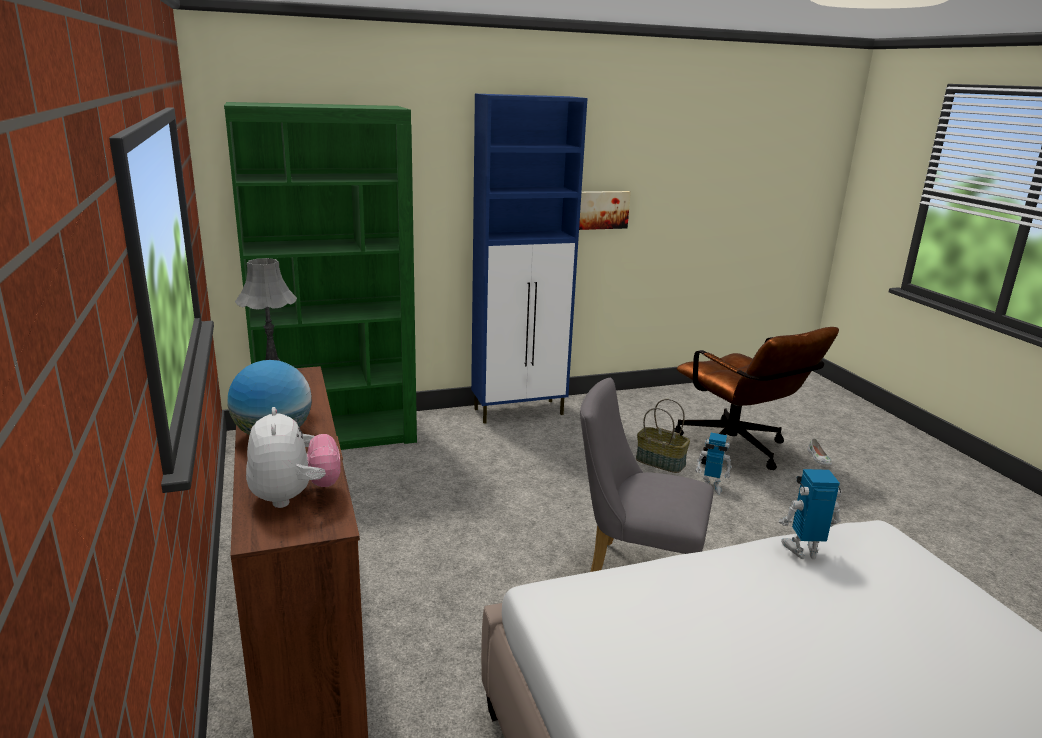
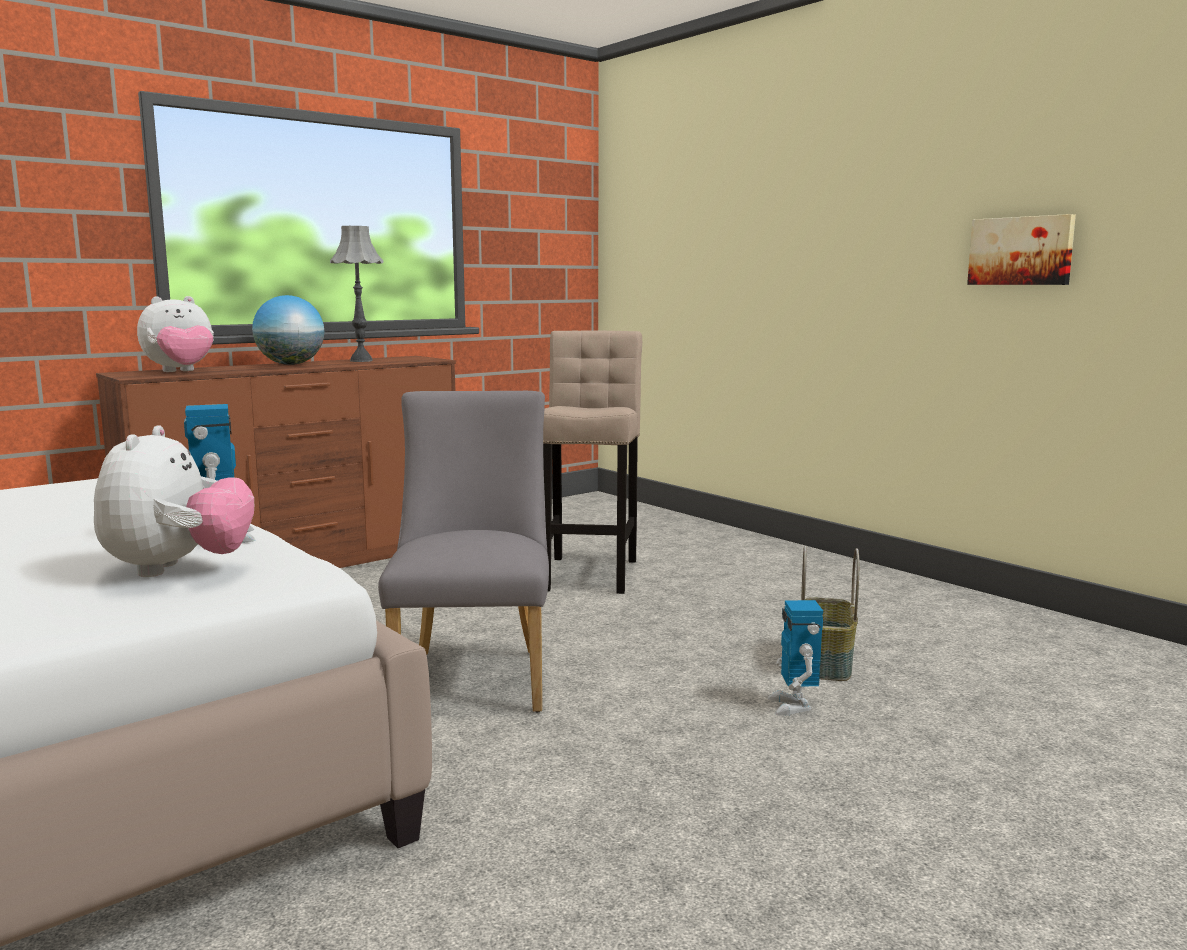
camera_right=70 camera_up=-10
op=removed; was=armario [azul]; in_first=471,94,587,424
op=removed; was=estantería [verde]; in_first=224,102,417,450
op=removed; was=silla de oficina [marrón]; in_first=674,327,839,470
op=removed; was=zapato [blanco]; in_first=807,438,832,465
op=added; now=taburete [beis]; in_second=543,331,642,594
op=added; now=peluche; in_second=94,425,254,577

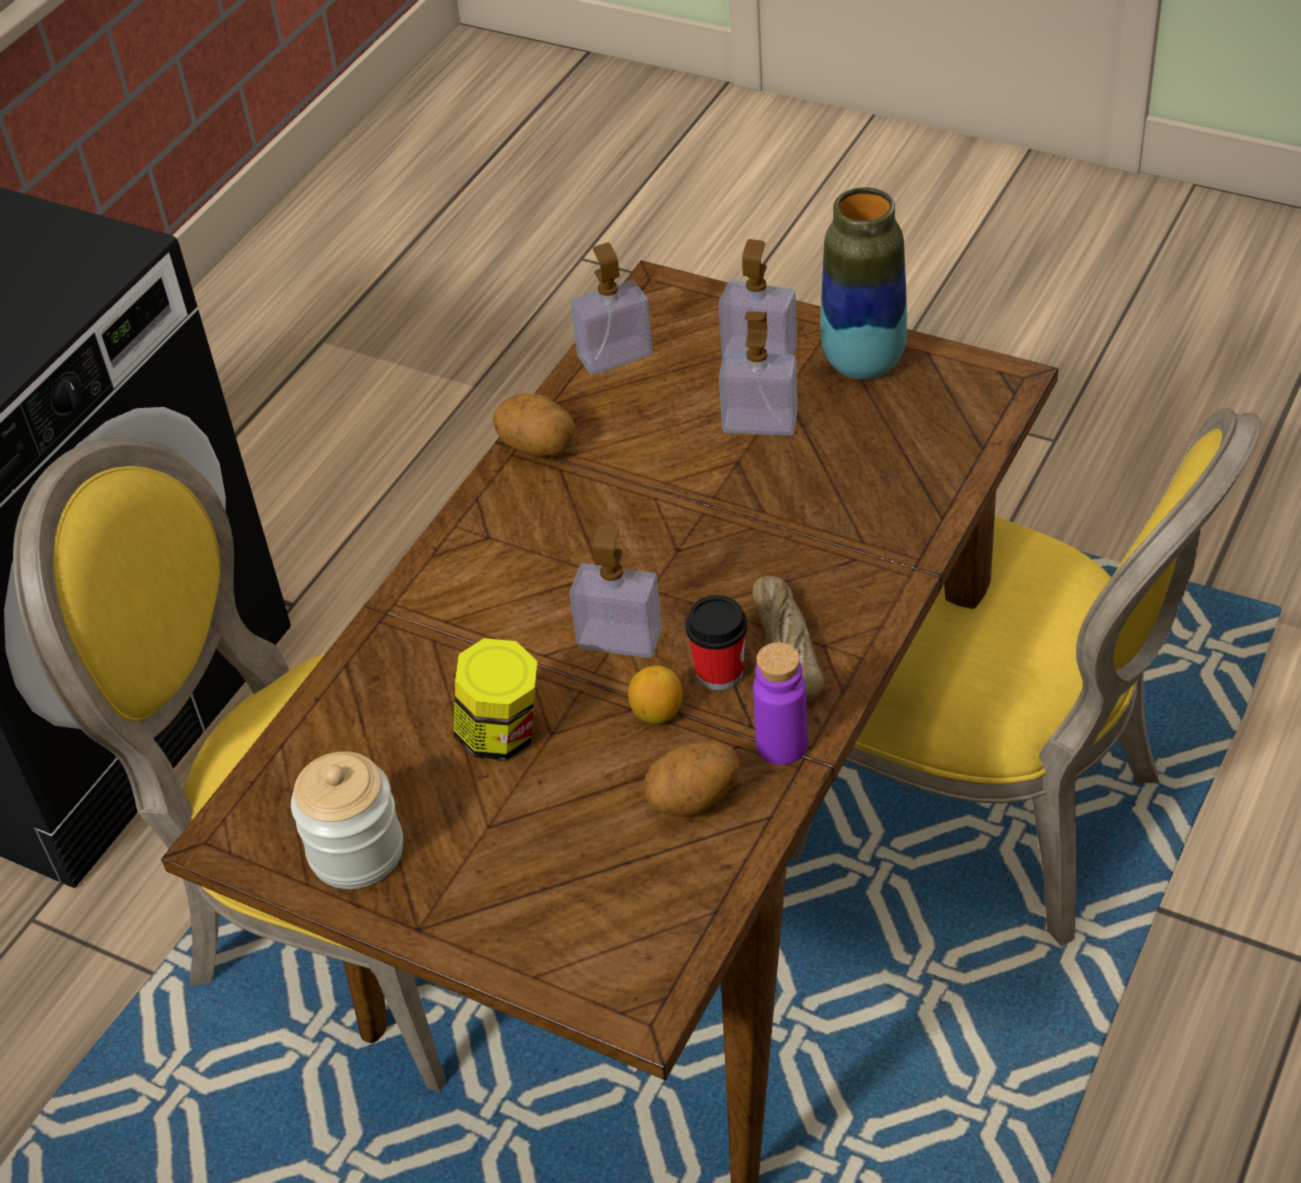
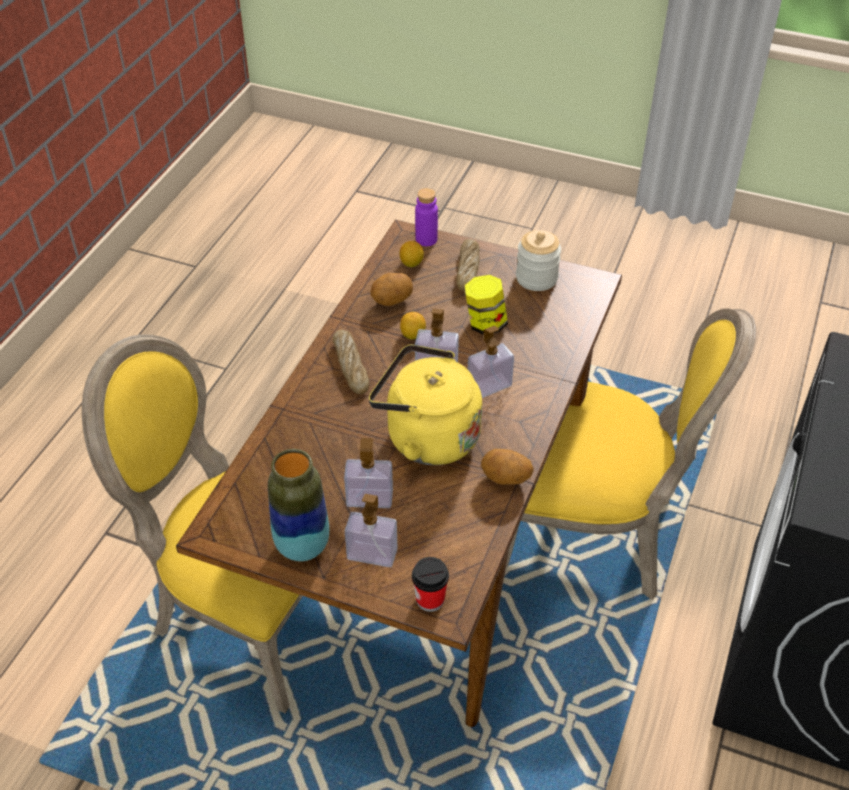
camera_right=170 camera_up=0
op=moved; was=dispensador de jabón; in_first=571,243,653,375; in_second=468,326,514,398
op=moved; was=taza; in_first=685,595,747,690; in_second=412,557,449,612
op=moved; was=botella [morado]; in_first=753,642,807,765; in_second=415,188,438,246
op=added; now=pan; in_second=456,239,480,292
op=added; now=limón; in_second=400,241,424,267
op=added; now=hervidor [amarillo]; in_second=369,344,482,465

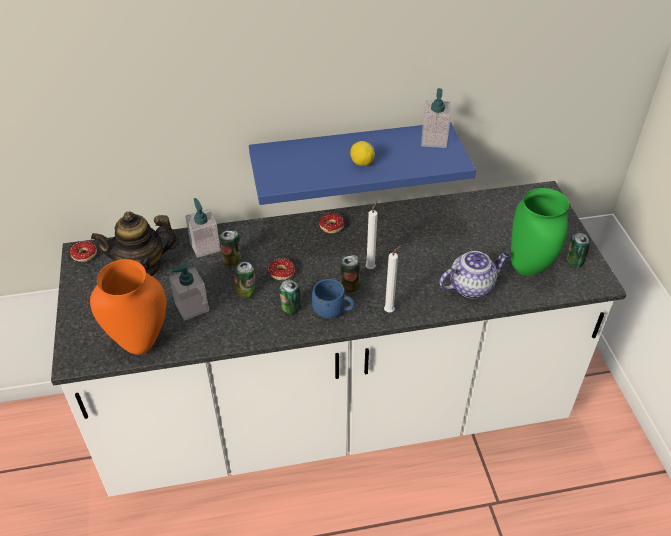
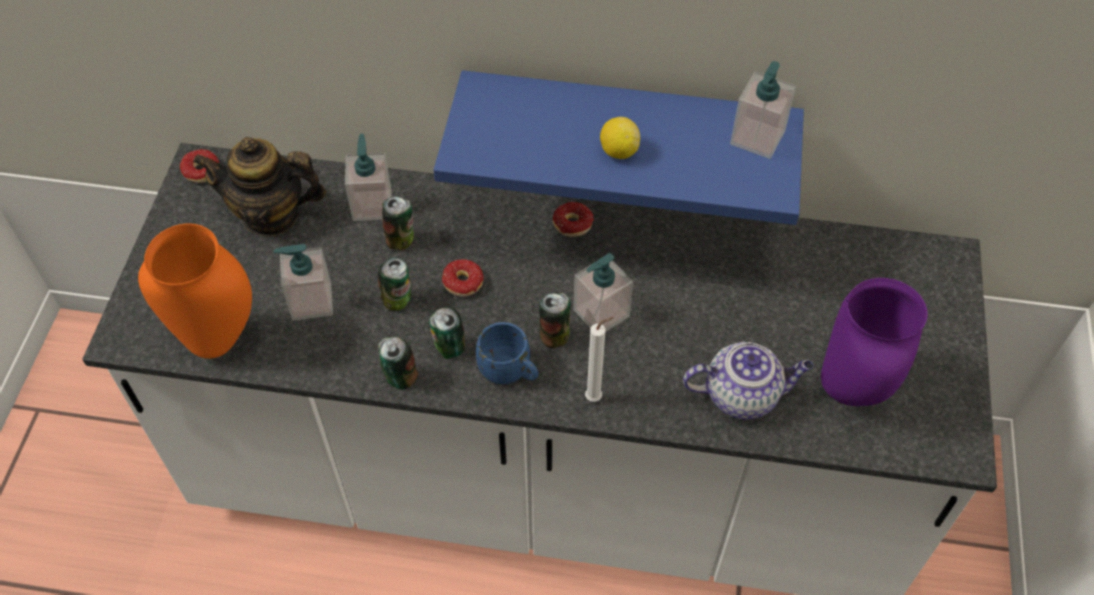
camera_right=20 camera_up=10
op=recoloured; was=florero [verde]; now=florero [morado]; in_first=511,188,569,276; in_second=821,278,928,406
op=replaced; was=vela [blanco]; now=dispensador de jabón; in_first=365,201,378,269; in_second=573,253,633,332
op=moved; was=lata; in_first=567,233,590,267; in_second=378,337,418,389

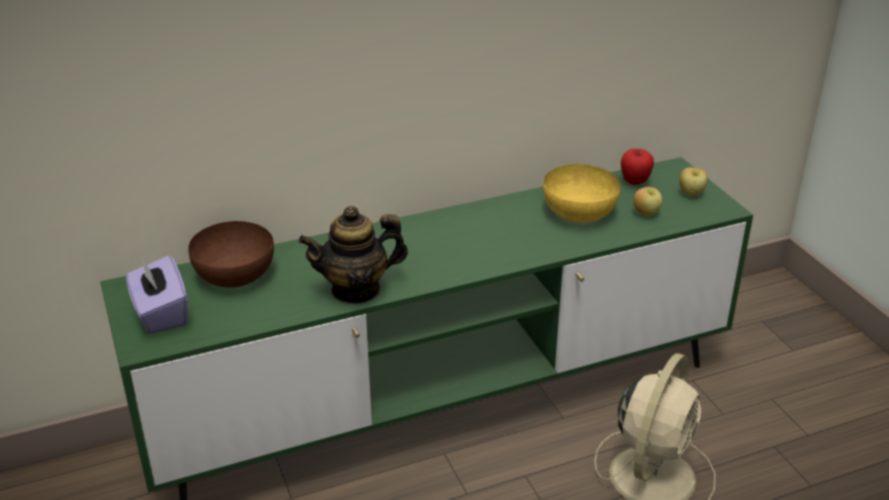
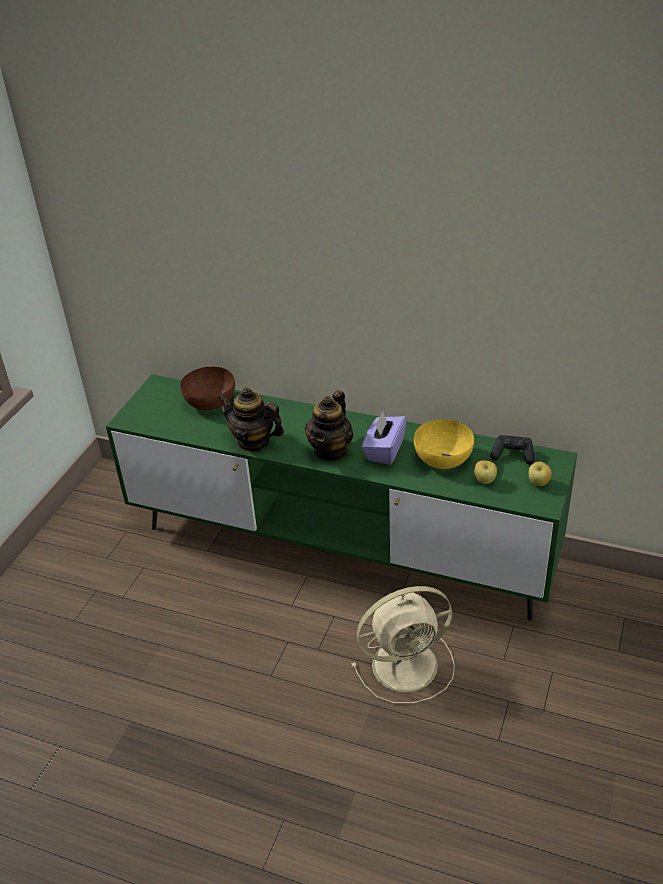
camera_right=45 camera_up=5
op=replaced; was=manzana; now=mando de consola [negro]; in_first=621,149,654,185; in_second=490,435,535,464
op=moved; was=caja de pañuelos [morado]; in_first=126,255,188,334; in_second=362,412,407,465
op=added; now=tetera; in_second=305,390,354,461

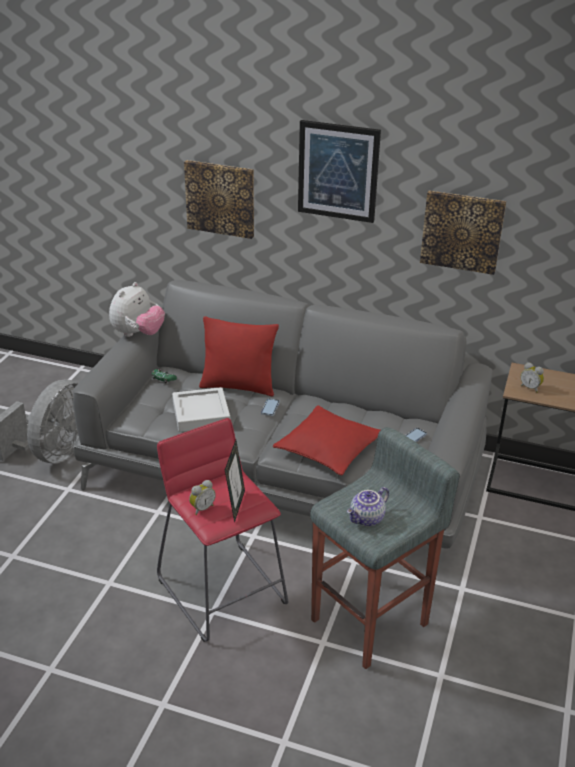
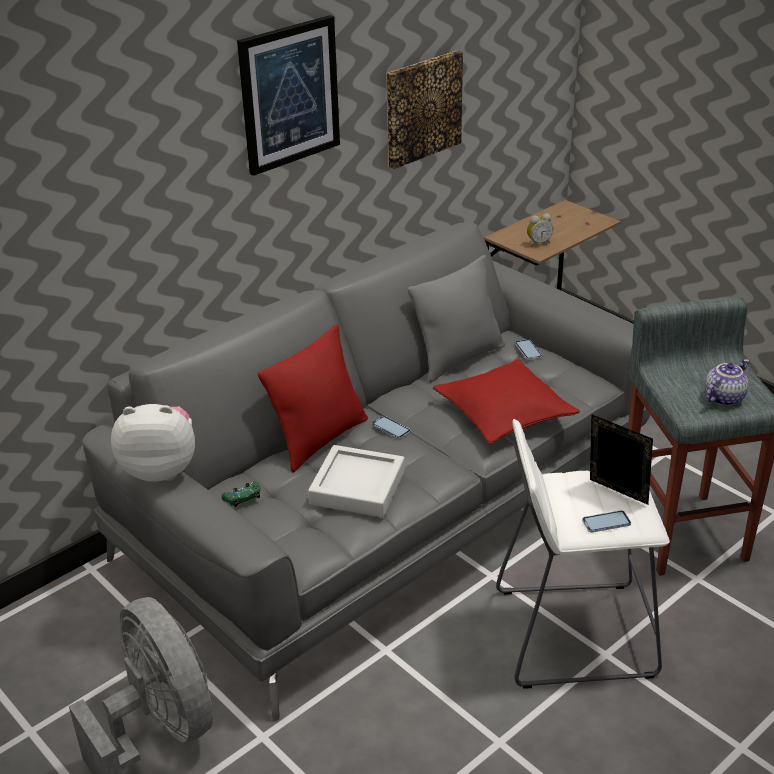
camera_right=-60 camera_up=0
op=removed; was=cuadro; in_first=184,160,254,239
op=turned; was=peluche; in_first=109,282,165,337; in_second=111,404,195,482; clockwise=-60
op=recoloured; was=taburete [rojo]; now=taburete [blanco]; in_first=157,418,288,642; in_second=496,419,670,689
op=replaced; was=despertador; now=móvil; in_first=189,480,216,515; in_second=582,510,631,533
op=turned; was=tetera; in_first=347,487,389,526; in_second=705,359,749,406; clockwise=-120
op=added; now=cojín [gris]; in_second=408,255,505,382

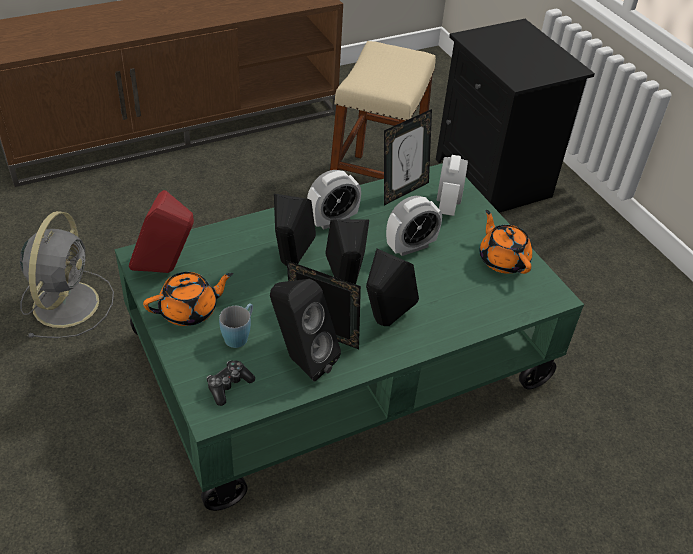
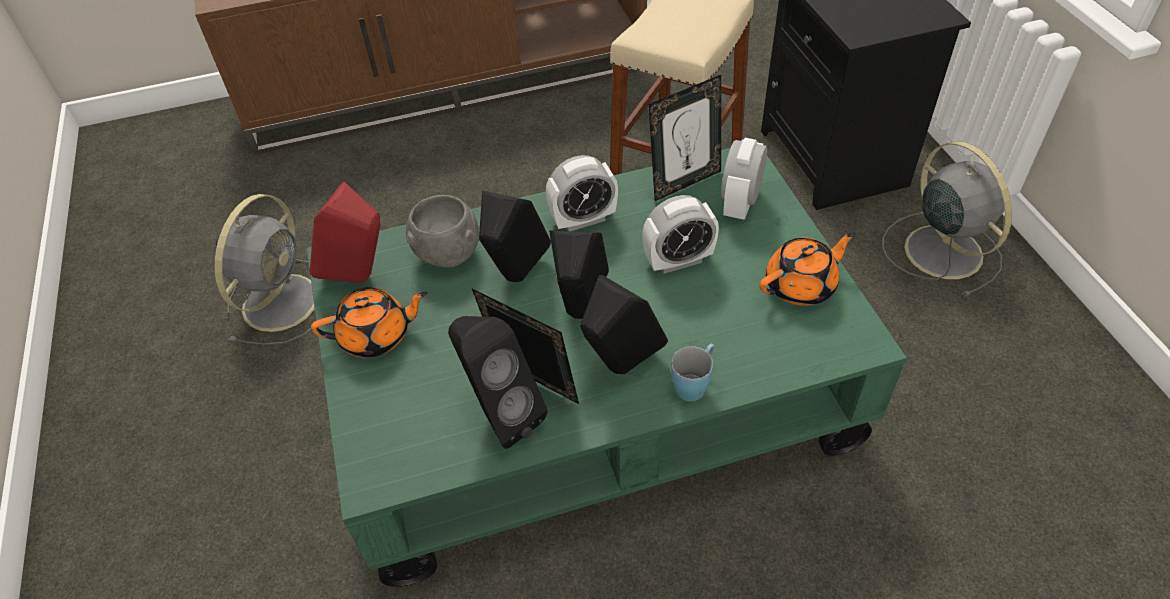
camera_right=15 camera_up=5
op=turned; was=tetera [naranja]; in_first=479,210,532,274; in_second=759,232,855,306; clockwise=75
op=moved; was=taza grande [azul]; in_first=219,303,253,348; in_second=671,343,715,401
op=removed; was=mando de consola; in_first=206,360,255,406
op=added; now=ventilador [gris]; in_second=882,141,1012,297
op=added; now=cuenco [gris]; in_second=406,195,479,268

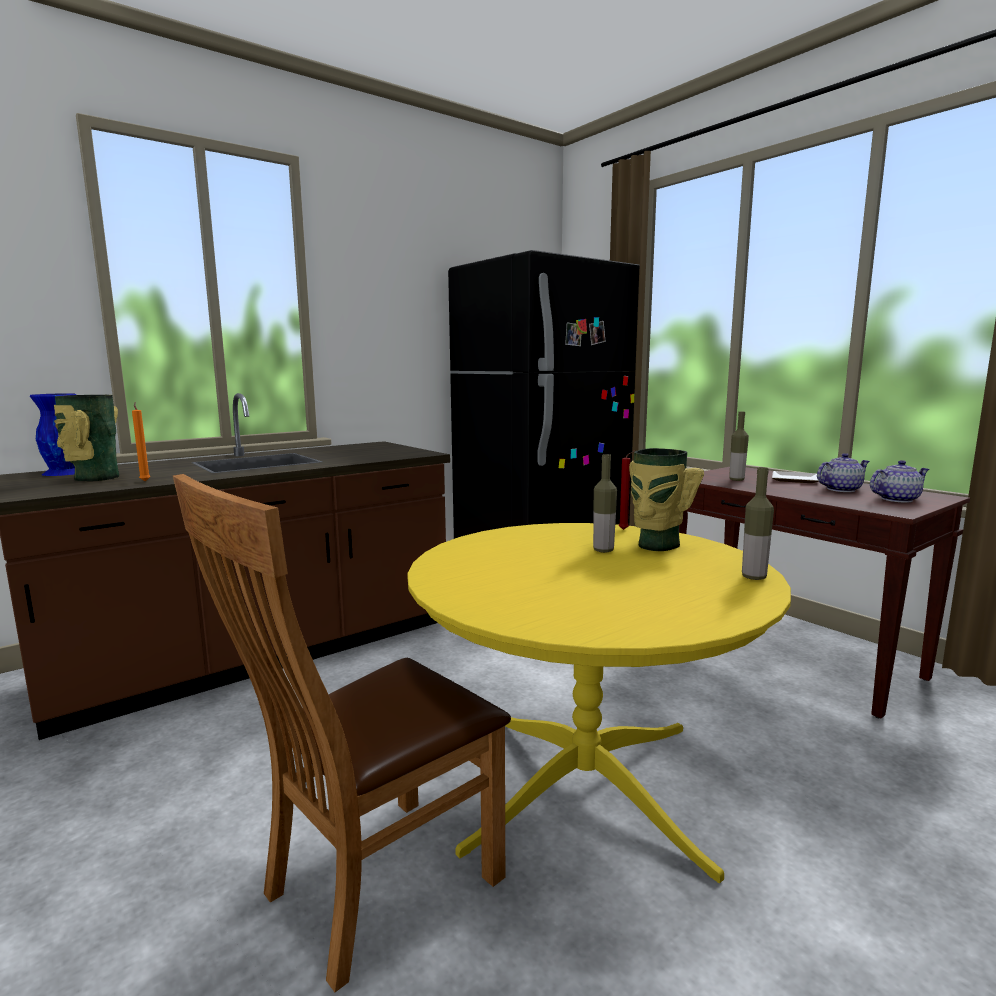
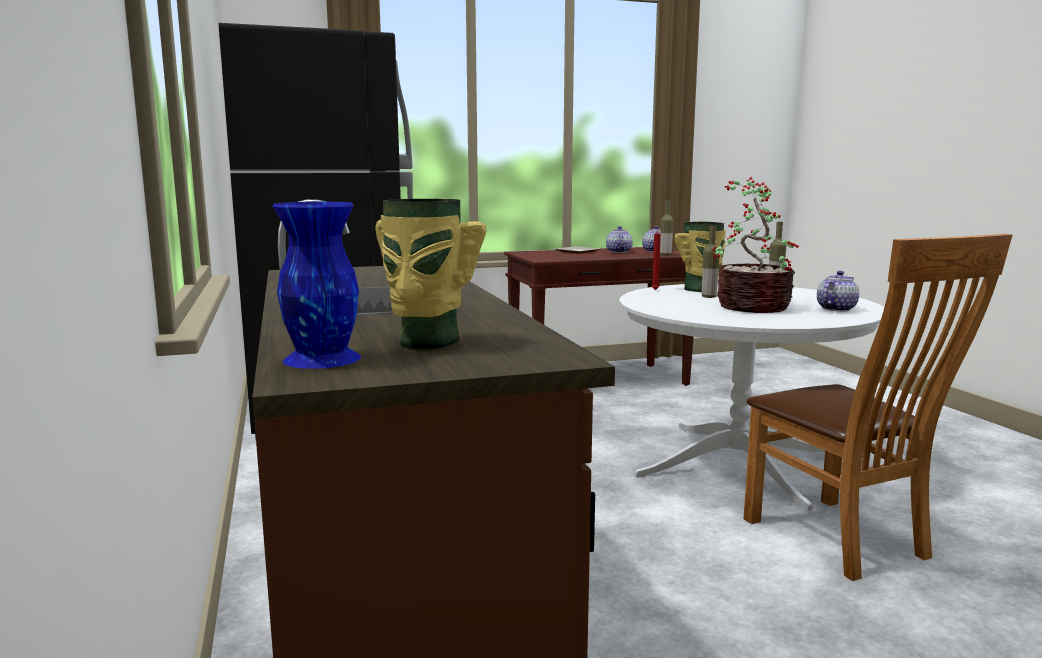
camera_right=-70 camera_up=0
op=removed; was=vela [naranja]; in_first=132,402,150,482
op=moved; was=botella; in_first=729,412,749,481; in_second=660,201,673,255
op=recoloured; was=mesa de comedor [amarillo]; now=mesa de comedor [blanco]; in_first=407,523,791,884; in_second=619,284,884,511
op=added; now=planta en maceta; in_second=711,177,799,313
op=added; now=tetera; in_second=817,271,859,311

